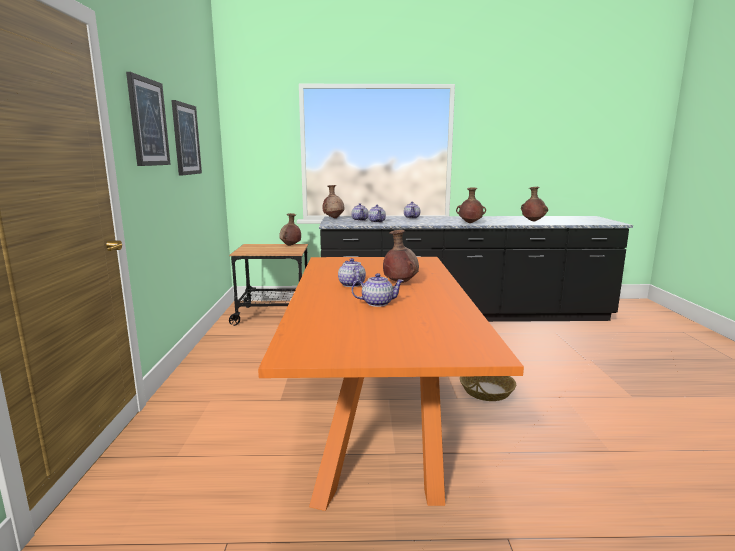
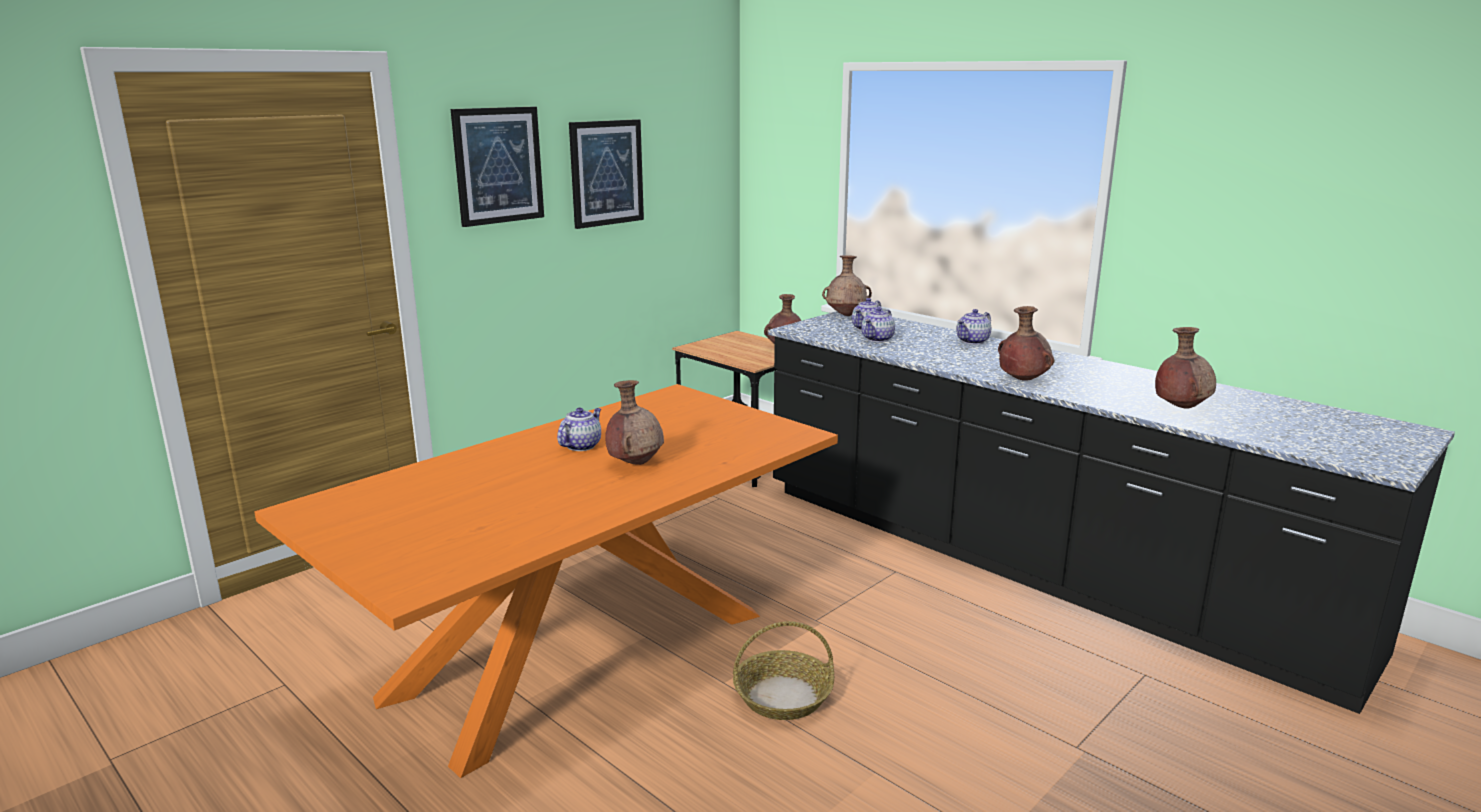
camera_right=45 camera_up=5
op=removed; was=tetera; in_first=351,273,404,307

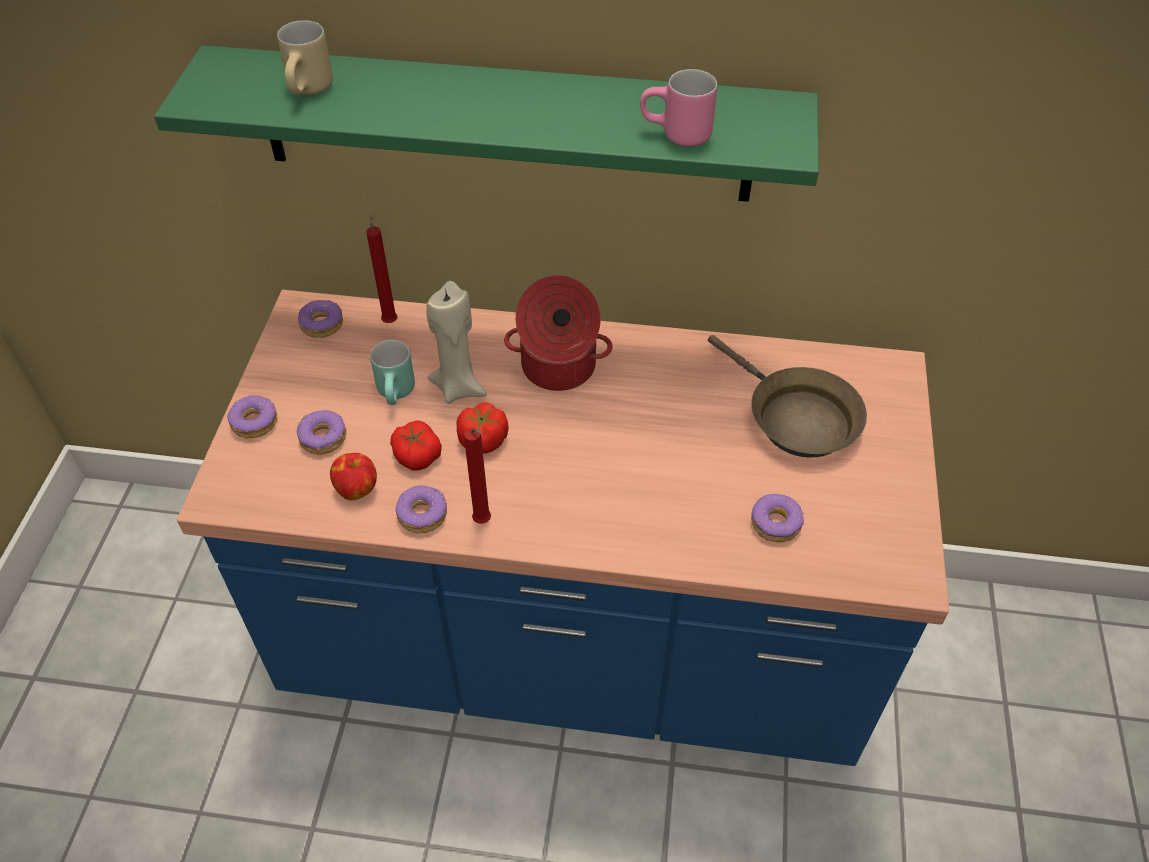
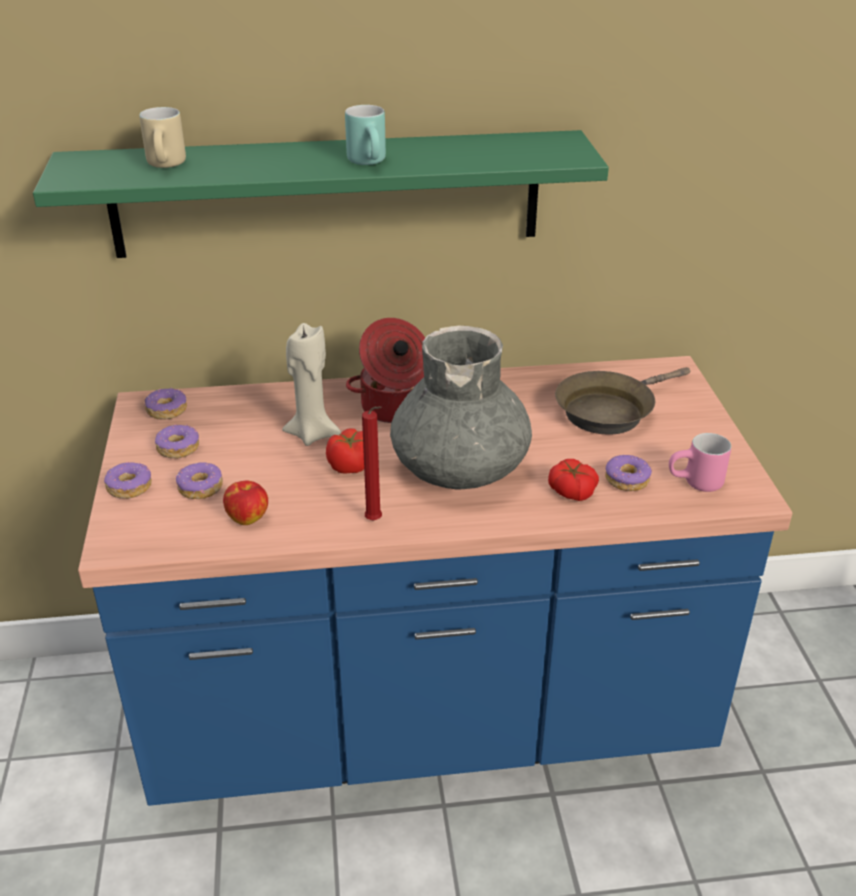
camera_right=-15 camera_up=-15
op=moved; was=taza grande [rosa]; in_first=640,69,717,147; in_second=669,433,731,492
op=removed; was=vela [rojo]; in_first=366,210,397,323
op=turned; was=sartén [marrón]; in_first=708,335,867,458; in_second=555,367,690,435; clockwise=105
op=moved; was=taza grande [turquesa]; in_first=370,340,415,405; in_second=345,105,386,165
op=moved; was=tomate; in_first=390,420,442,471; in_second=548,459,599,501
op=moved; was=rosquilla; in_first=396,485,447,534; in_second=154,424,199,459
op=added; now=florero [gris]; in_second=390,325,532,489

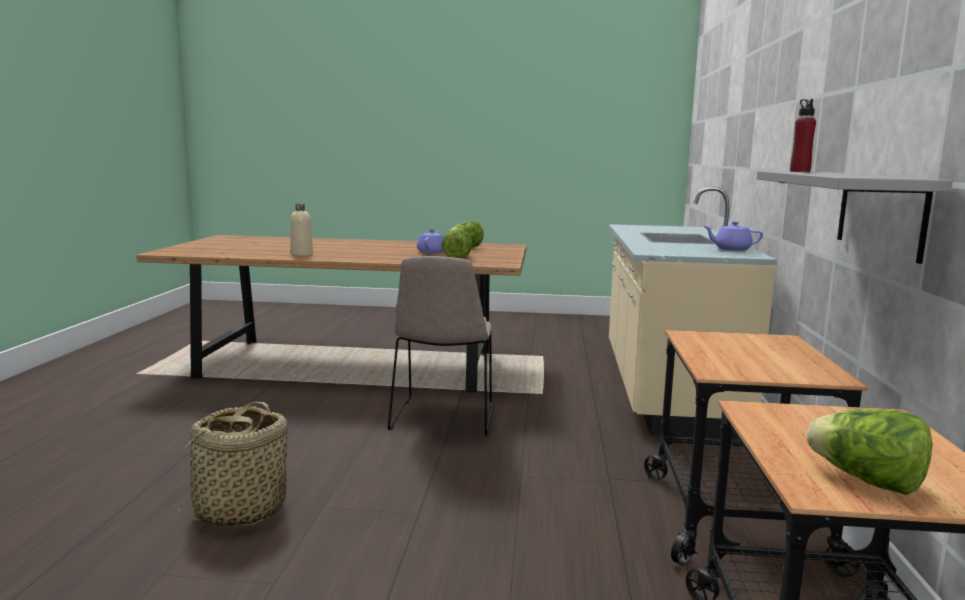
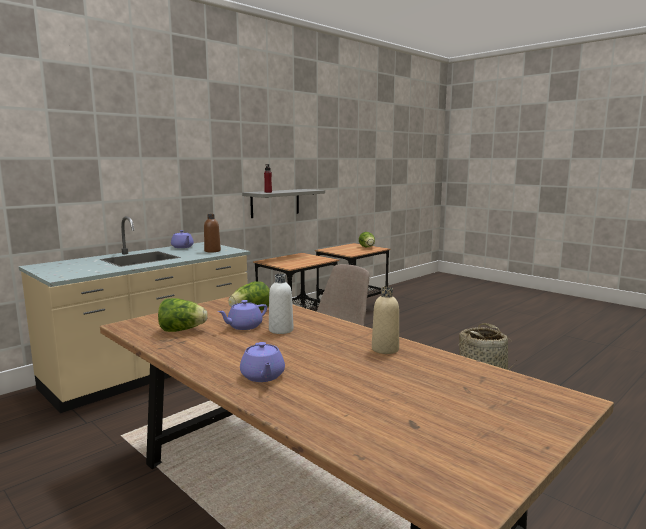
camera_right=-140 camera_up=0
op=added; now=botella [marrón]; in_second=204,214,221,252
op=added; now=botella [blanco]; in_second=269,274,293,334
op=added; now=tetera [morado]; in_second=240,342,285,382

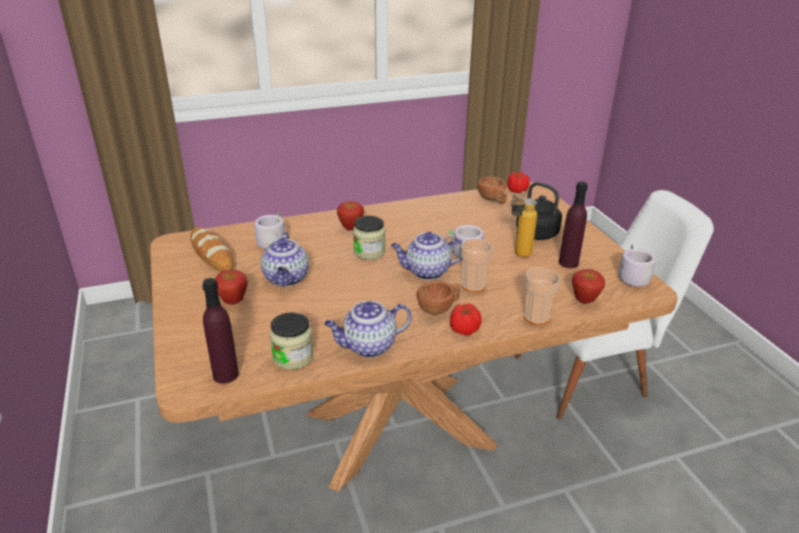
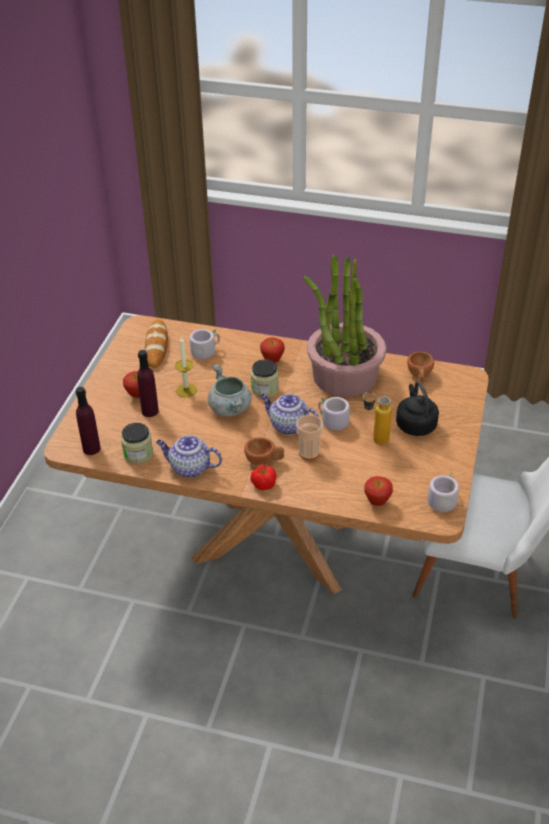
camera_right=35 camera_up=10
op=removed; was=tomate; in_first=507,172,530,193
op=moved; was=botella [morado]; in_first=559,181,588,268; in_second=137,350,159,417
op=replaced; was=tetera; now=vela; in_first=261,232,309,287; in_second=175,337,197,397
op=removed; was=taza; in_first=524,267,560,325
op=added; now=planta en maceta; in_second=303,255,386,397
op=added; now=olla [gris]; in_second=208,364,251,417

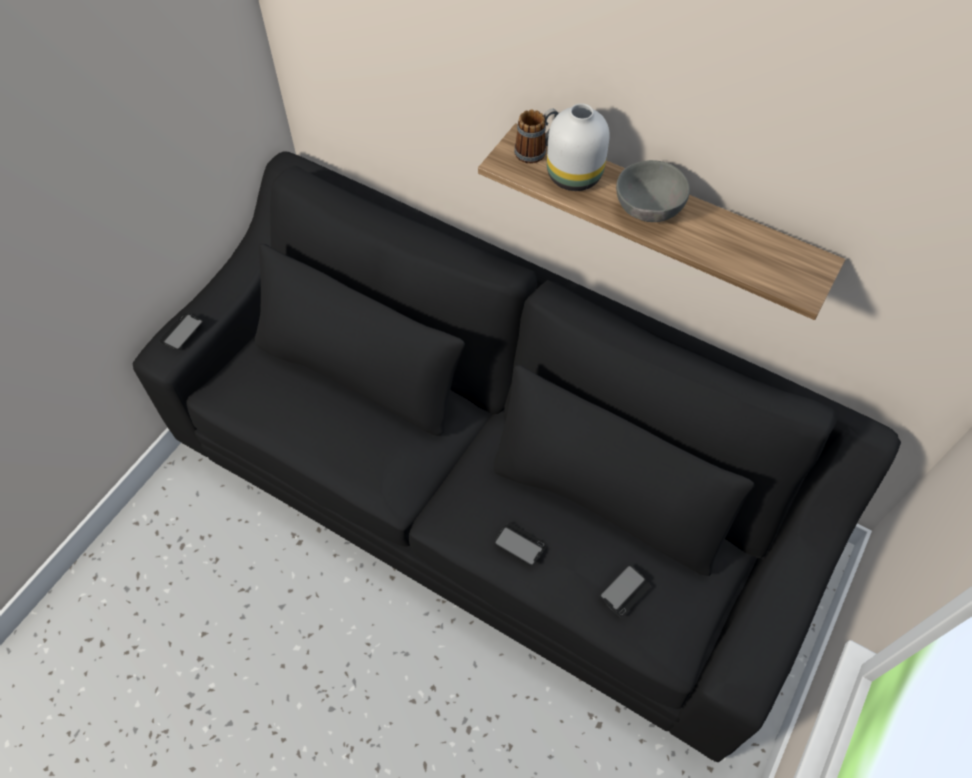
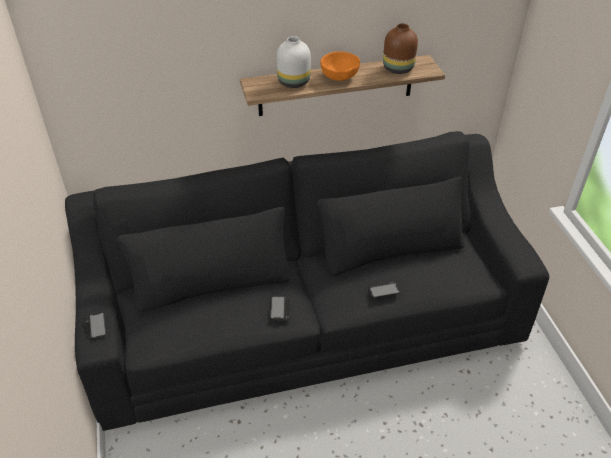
camera_right=-45 camera_up=-15
op=removed; was=taza grande; in_first=514,109,559,164
op=recoloured; was=cuenco [gris]; now=cuenco [naranja]; in_first=616,160,690,222; in_second=320,52,360,81
op=moved; was=móvil; in_first=600,565,651,618; in_second=270,296,290,321
op=added; now=florero [marrón]; in_second=383,23,418,74

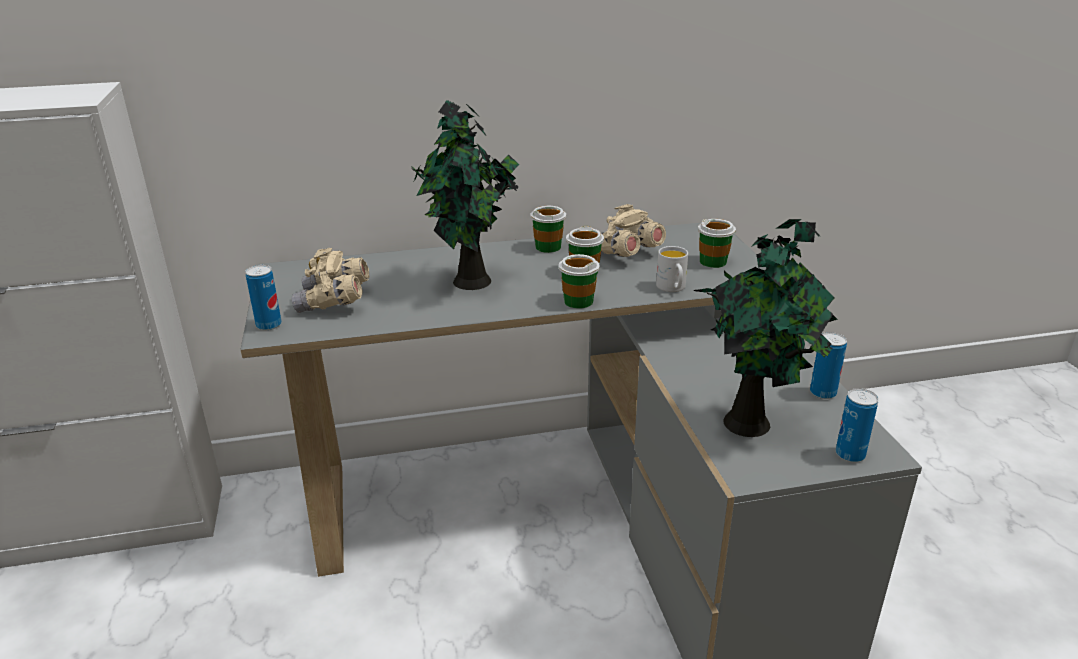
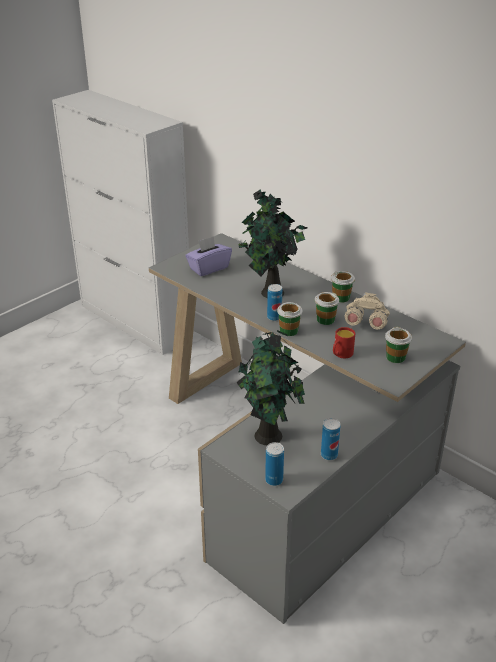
camera_right=55 camera_up=5
op=recoloured; was=taza grande [blanco]; now=taza grande [rojo]; in_first=656,246,688,292; in_second=333,327,355,358
op=replaced; was=prismáticos [beis]; now=caja de pañuelos [morado]; in_first=292,248,369,313; in_second=185,236,232,276
op=moved; was=lata; in_first=245,265,282,330; in_second=267,284,282,321

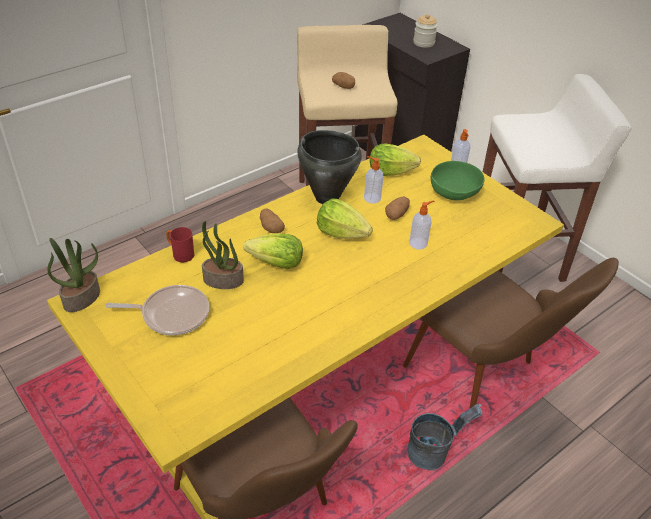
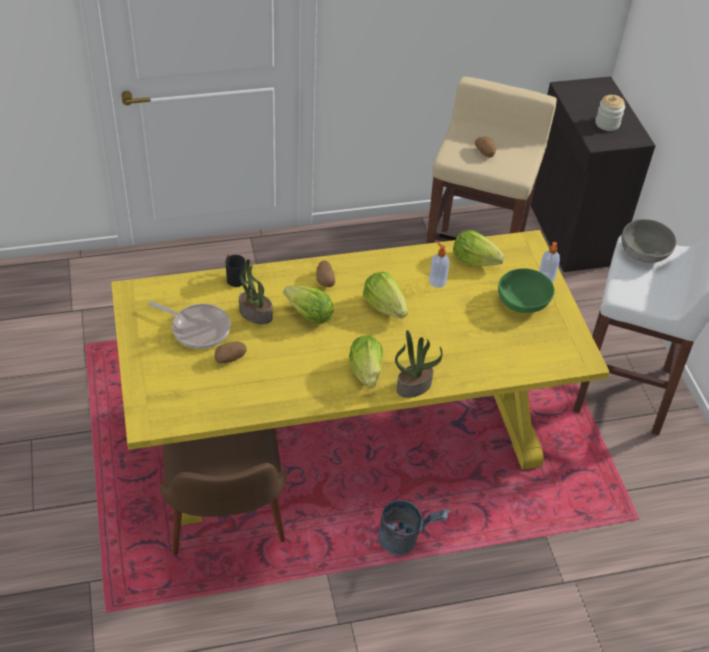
camera_right=25 camera_up=5
op=removed; was=olla [negro]; in_first=297,130,362,204
op=moved; was=patata; in_first=385,196,410,220; in_second=214,341,247,364
op=removed; was=dispensador de jabón; in_first=409,200,434,250
op=recoloured; was=taza grande [rojo]; now=taza grande [negro]; in_first=166,227,194,262; in_second=225,254,246,287
op=moved; was=planta en maceta; in_first=47,238,100,312; in_second=395,330,443,398
op=removed; was=silla [marrón]; in_first=403,258,619,409
op=added; now=cuenco [gris]; in_second=621,219,676,263
op=added; now=lechuga; in_second=349,335,383,388

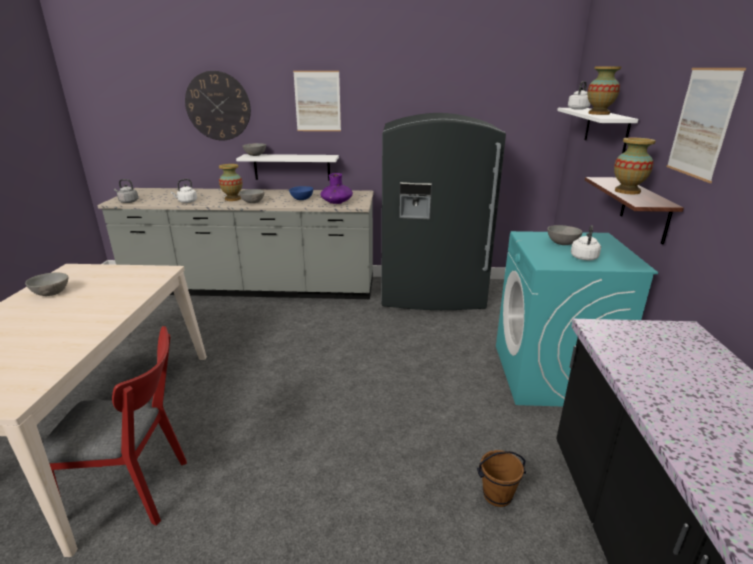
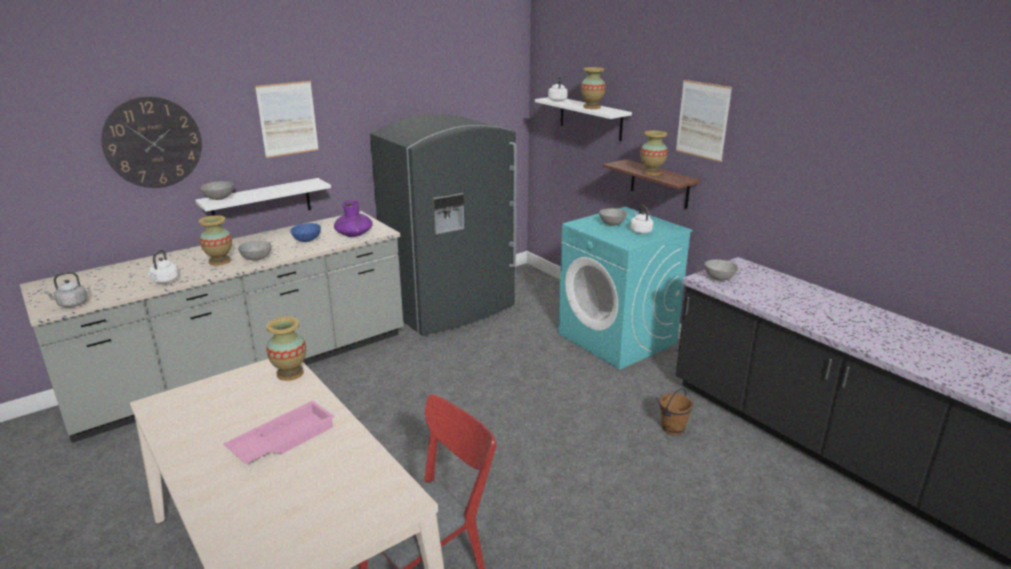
camera_right=-40 camera_up=0
op=moved; was=cuenco [gris]; in_first=25,273,68,296; in_second=704,259,738,281
op=added; now=florero; in_second=266,317,306,381
op=added; now=bandeja [rosa]; in_second=223,401,335,464

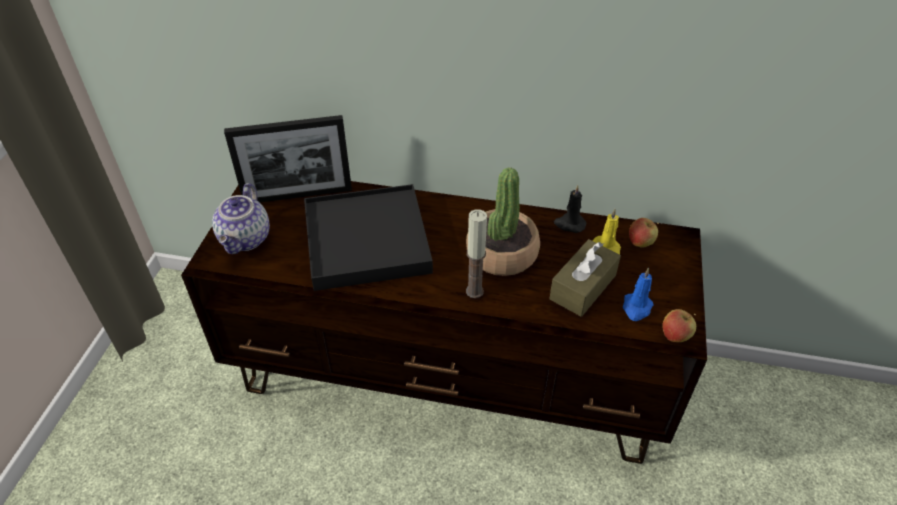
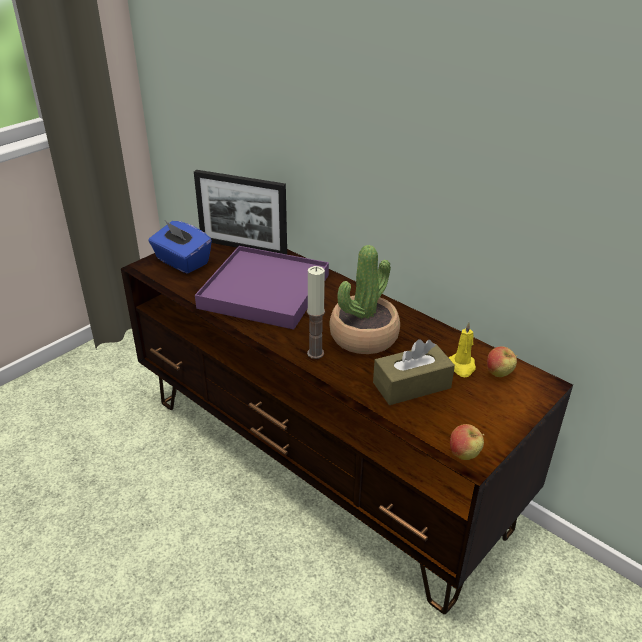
camera_right=30 camera_up=-10
op=replaced; was=tetera; now=caja de pañuelos [azul]; in_first=212,183,270,254; in_second=148,221,212,274
op=recoloured; was=bandeja [negro]; now=bandeja [morado]; in_first=304,184,433,291; in_second=195,246,329,330
op=removed; was=vela [negro]; in_first=554,185,586,233
op=removed; was=vela [azul]; in_first=623,268,654,321

